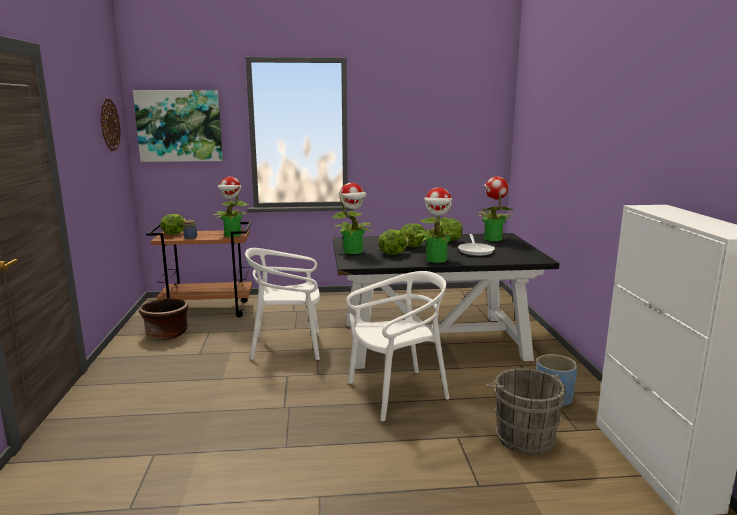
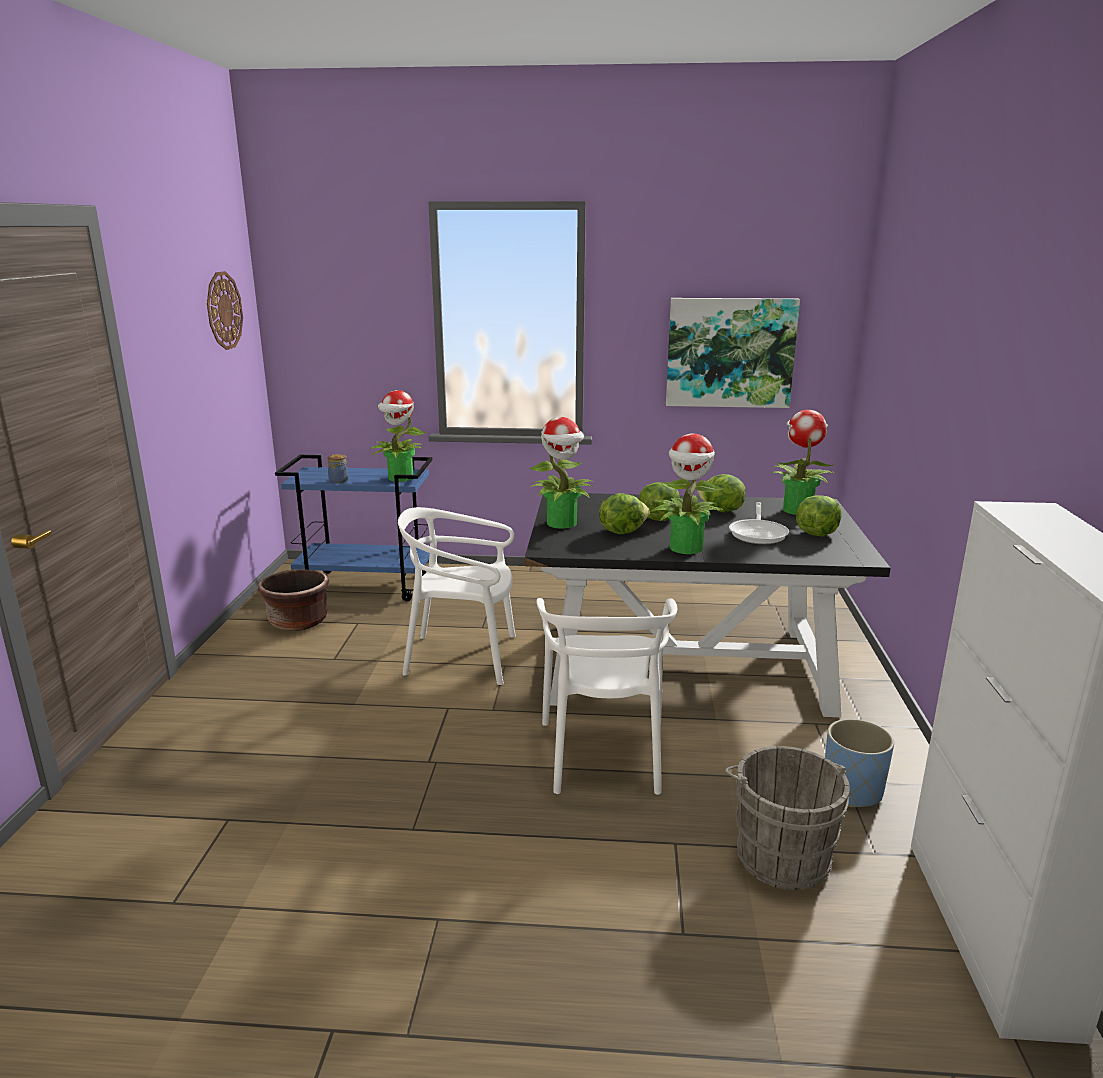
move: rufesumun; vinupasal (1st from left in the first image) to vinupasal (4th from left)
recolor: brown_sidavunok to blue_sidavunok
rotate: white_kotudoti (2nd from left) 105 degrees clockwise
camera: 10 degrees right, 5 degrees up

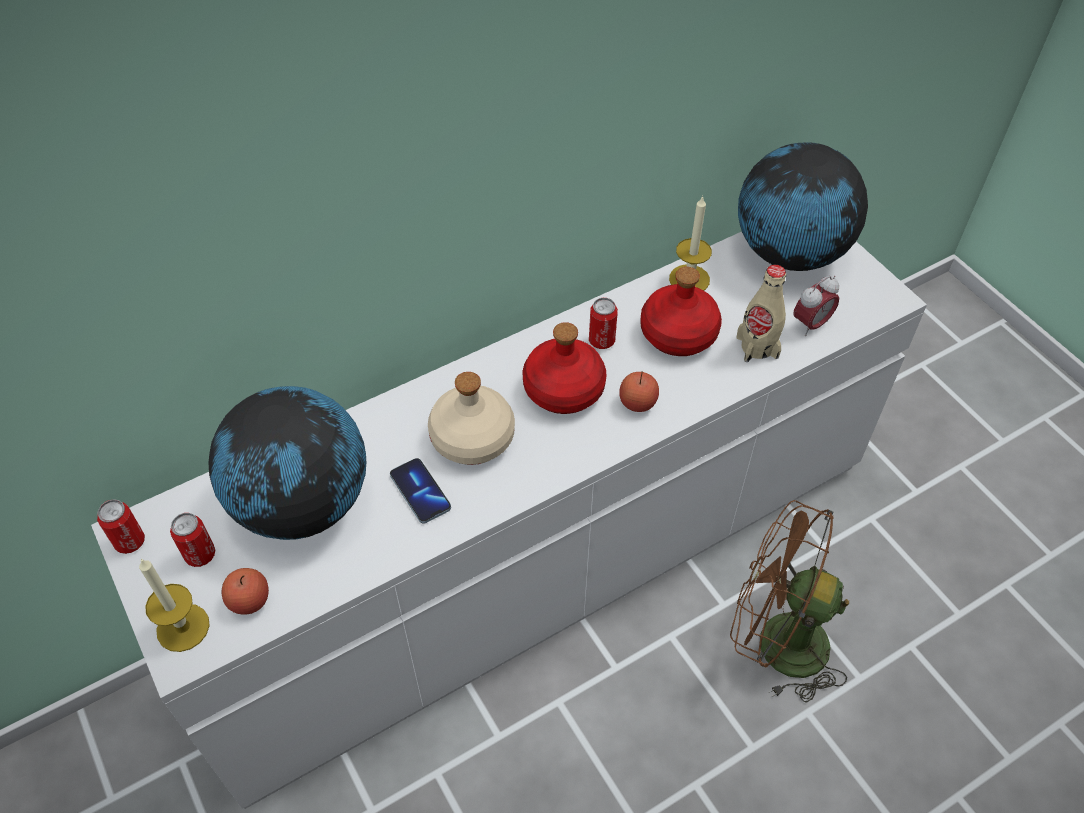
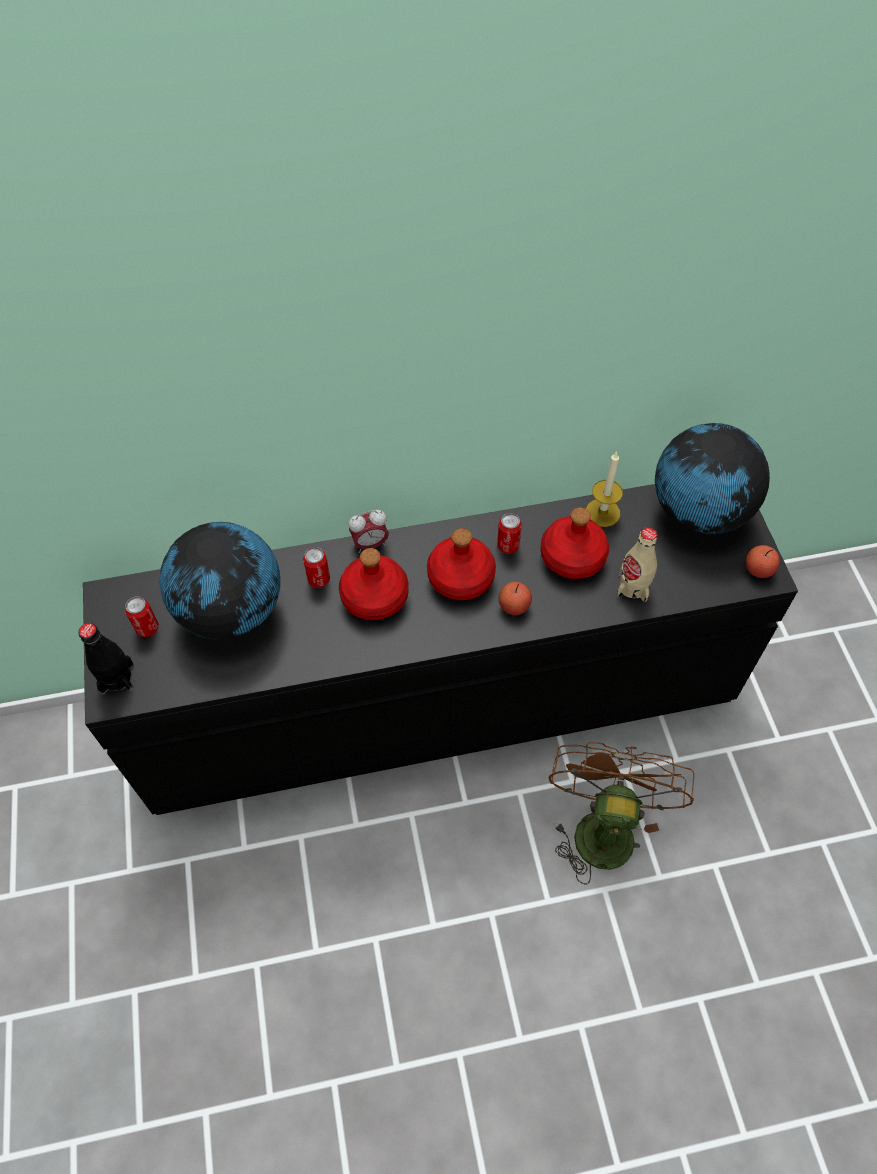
delete: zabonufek
move: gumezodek (1st from left in the first image) to gumezodek (2nd from left); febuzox (1st from left in the first image) to febuzox (2nd from left); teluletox
replace: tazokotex (1st from left) to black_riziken
recolor: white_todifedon to black_todifedon; beige_riziken (1st from left) to red_riziken (1st from left)
rotate: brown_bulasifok 60 degrees clockwise
camera: 20 degrees right, 5 degrees up

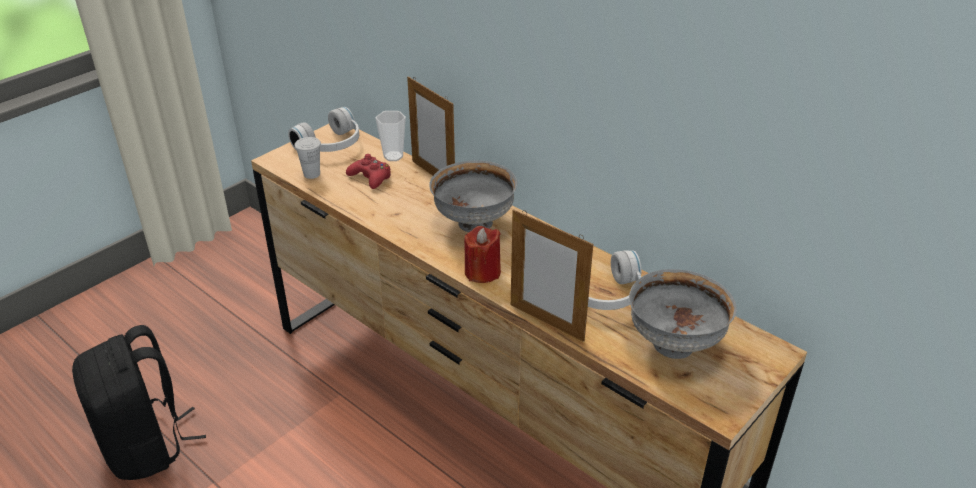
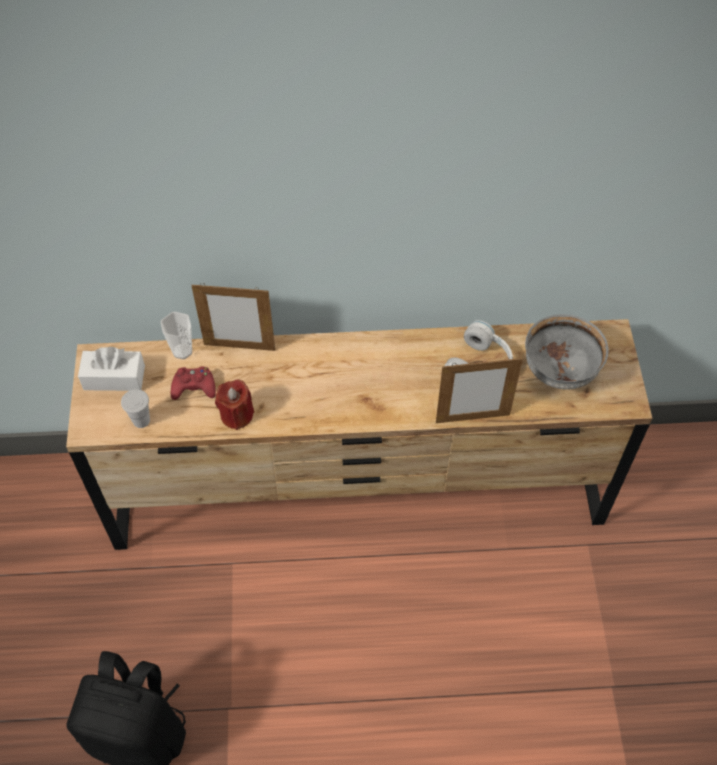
delete: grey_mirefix (1st from left)
move: red_tazokotex
replace: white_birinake (1st from left) to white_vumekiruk
camera: 45 degrees left, 20 degrees up

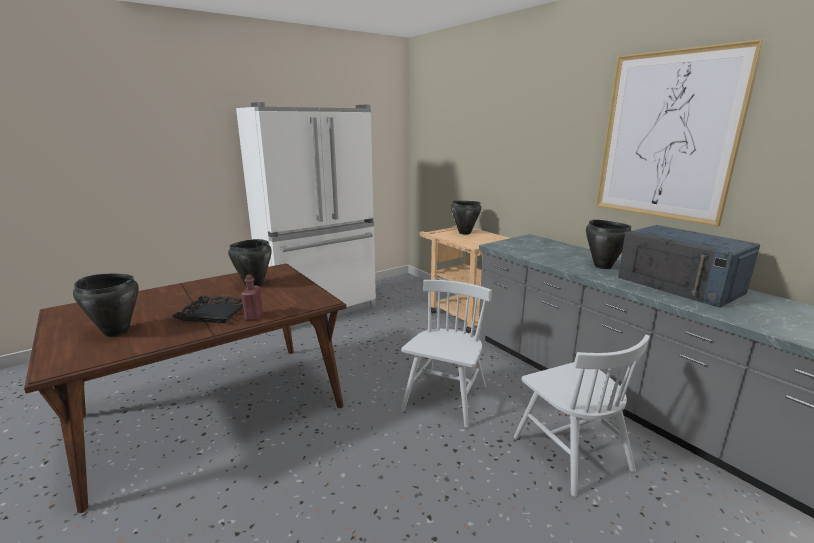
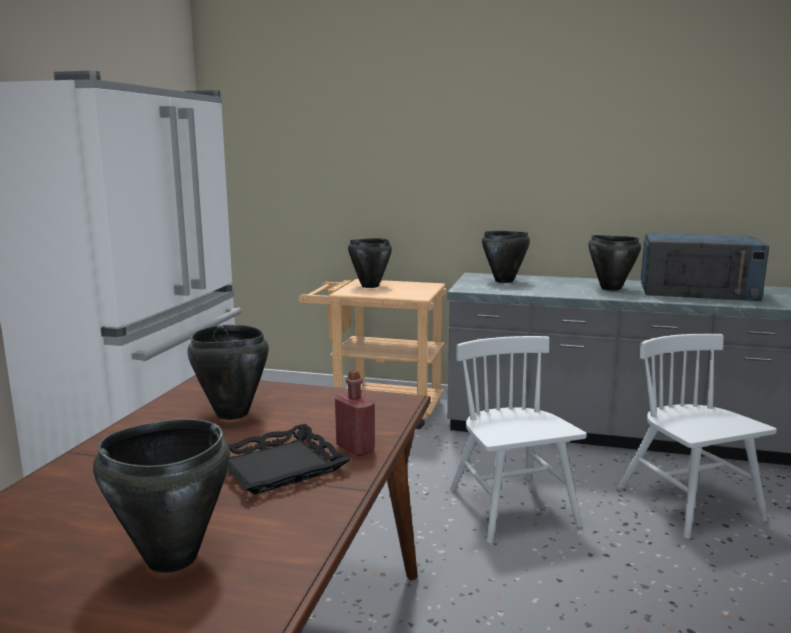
delete: rufesumun
insert: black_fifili (4th from left)
rotate: white_kotudoti (2nd from left) 135 degrees counterclockwise
camera: 40 degrees left, 5 degrees down

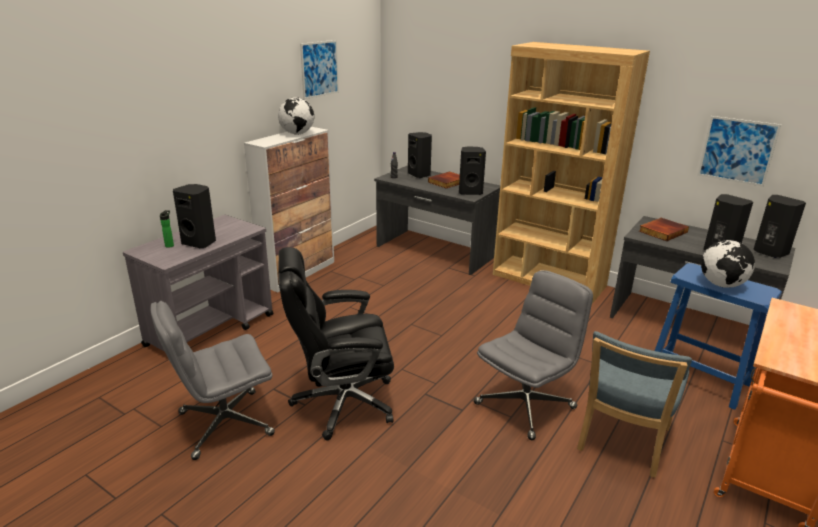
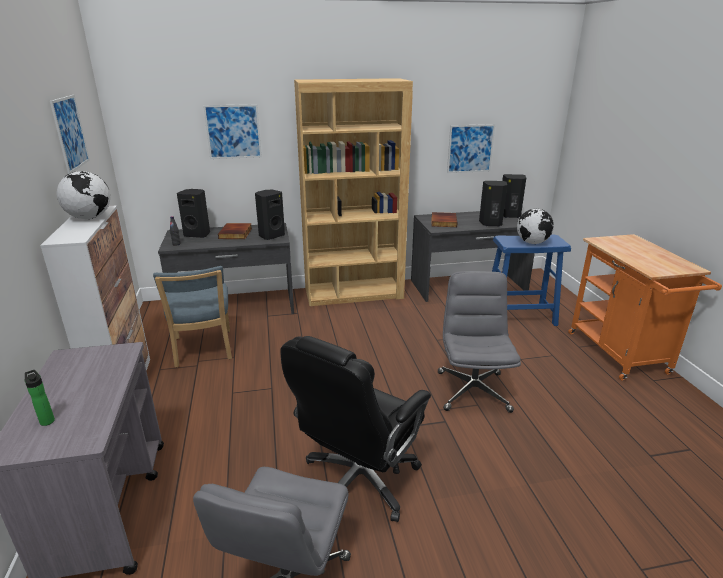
delete: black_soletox (1st from left)
insert: rufesumun (2nd from left)
move: blue_kotudoti
camera: 45 degrees left, 0 degrees up

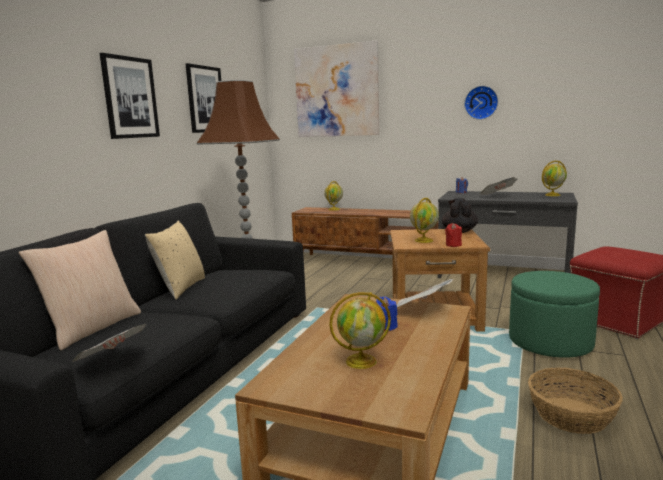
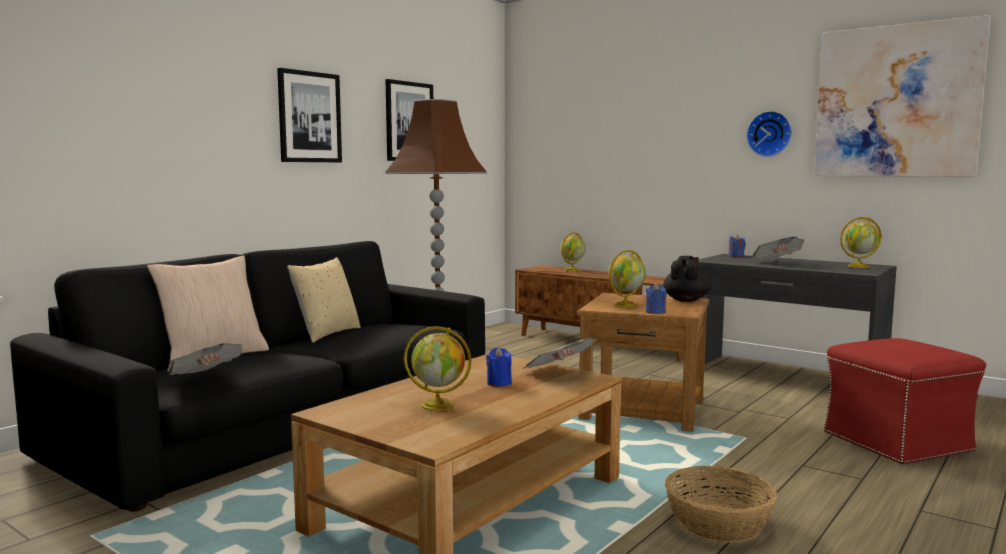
delete: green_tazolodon
move: rufesumun (3rd from left)
recolor: red_tazokotex to blue_tazokotex (2nd from left)
camera: 15 degrees right, 5 degrees down

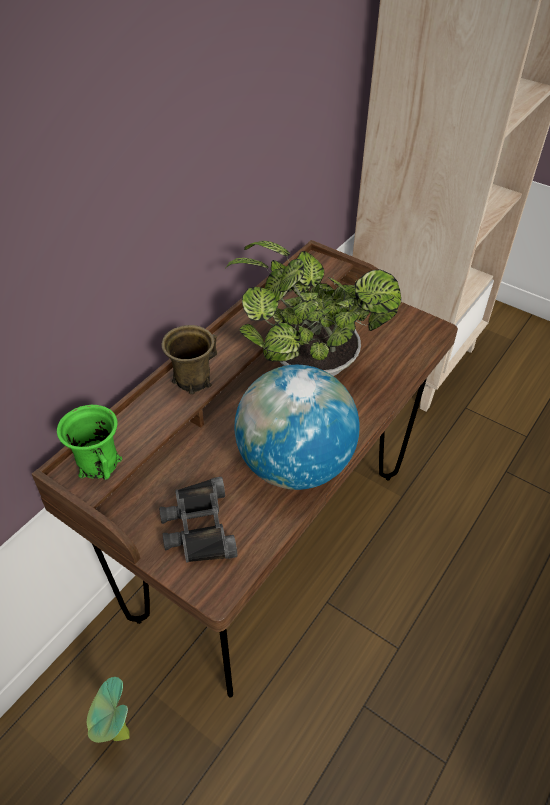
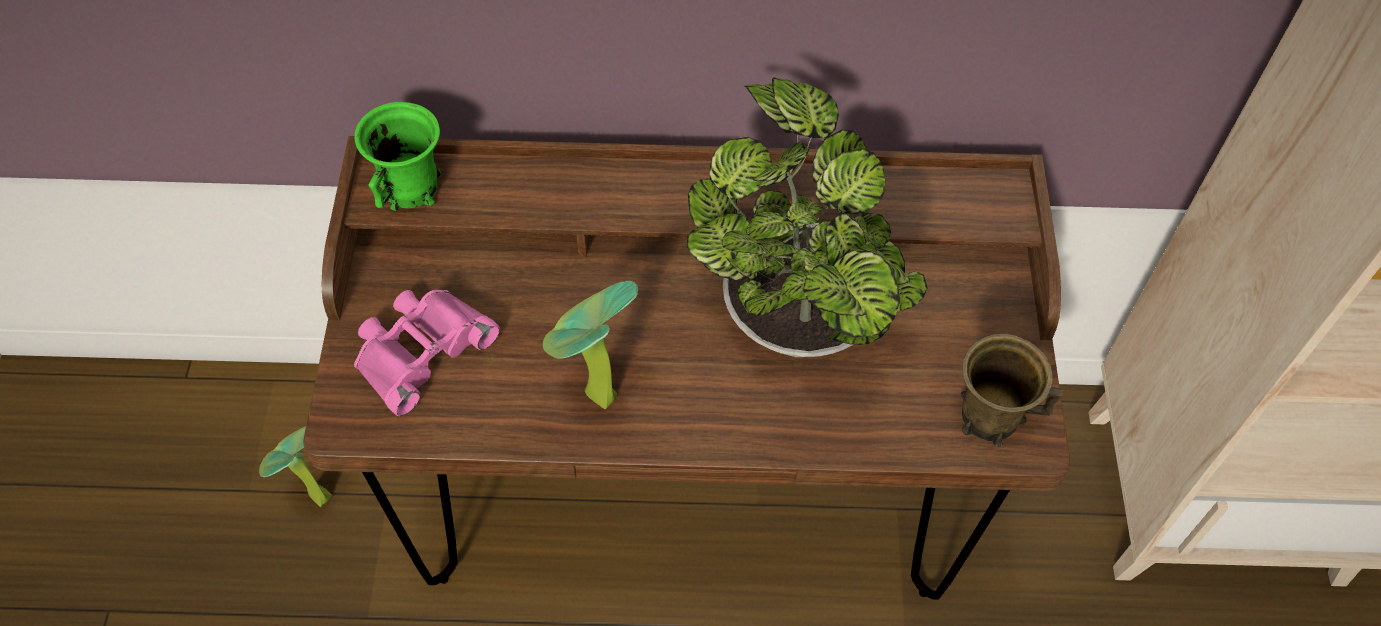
move: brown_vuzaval
replace: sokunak to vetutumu (2nd from left)
recolor: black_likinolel to pink_likinolel
camera: 55 degrees right, 10 degrees up

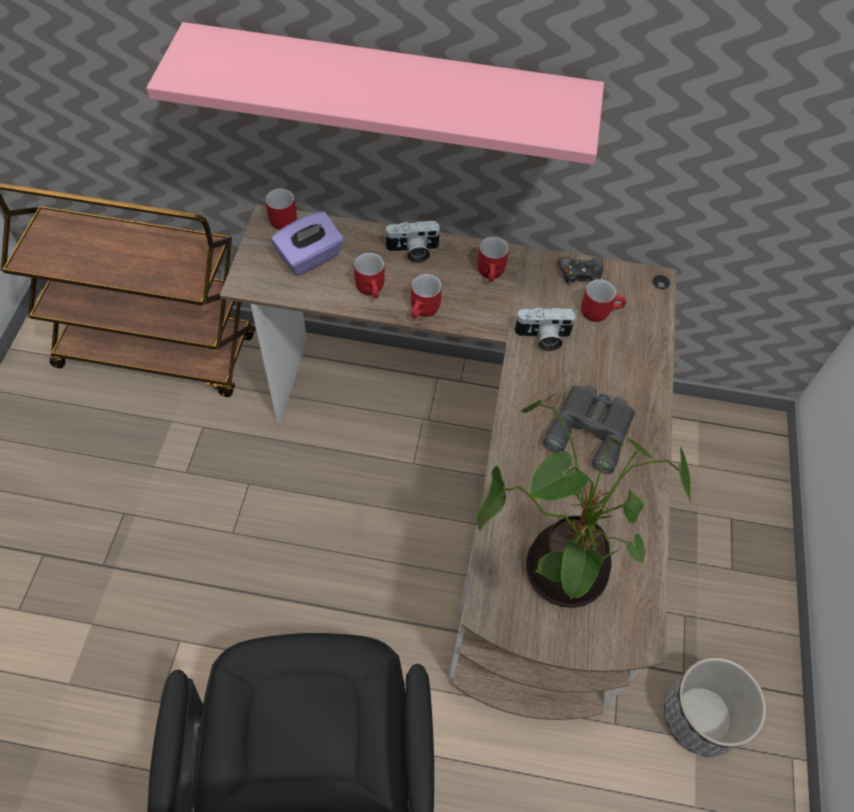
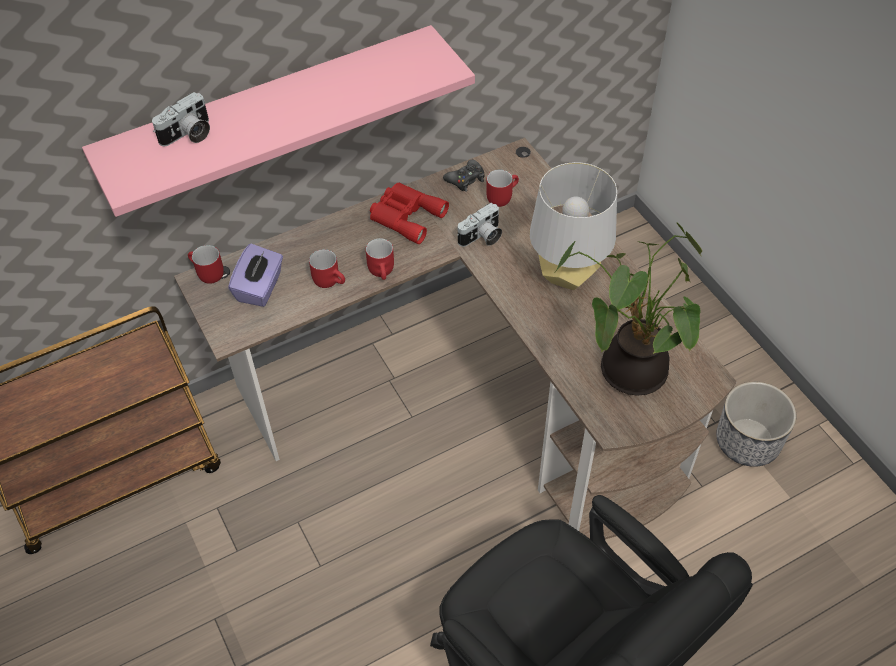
move: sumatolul (1st from left)
replace: red_vuzaval (4th from left) to red_likinolel; grey_likinolel to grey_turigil
camera: 35 degrees left, 5 degrees down

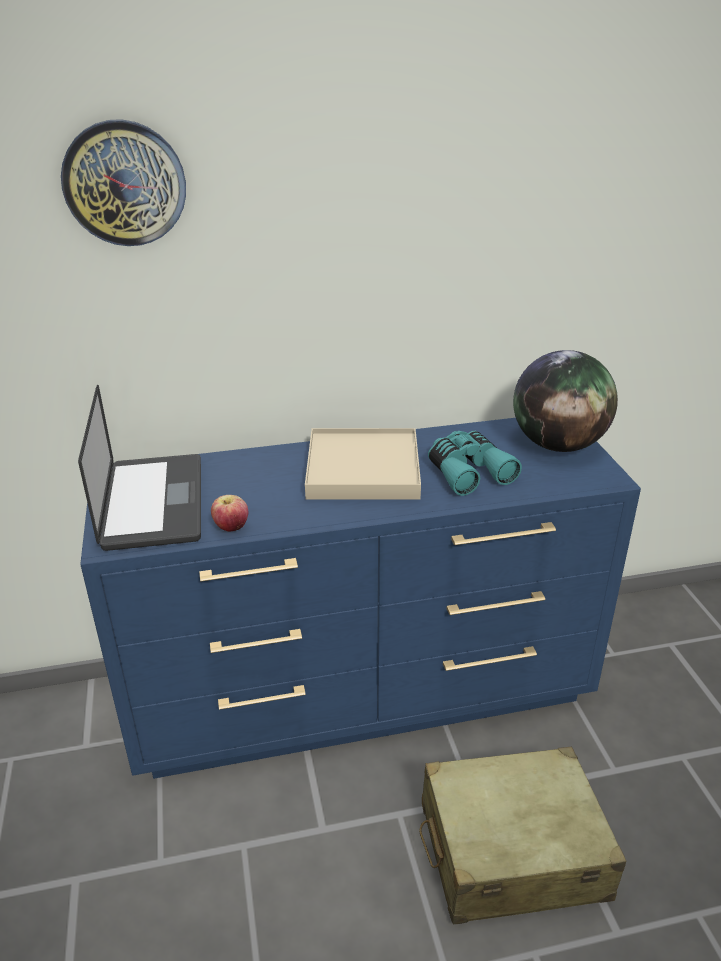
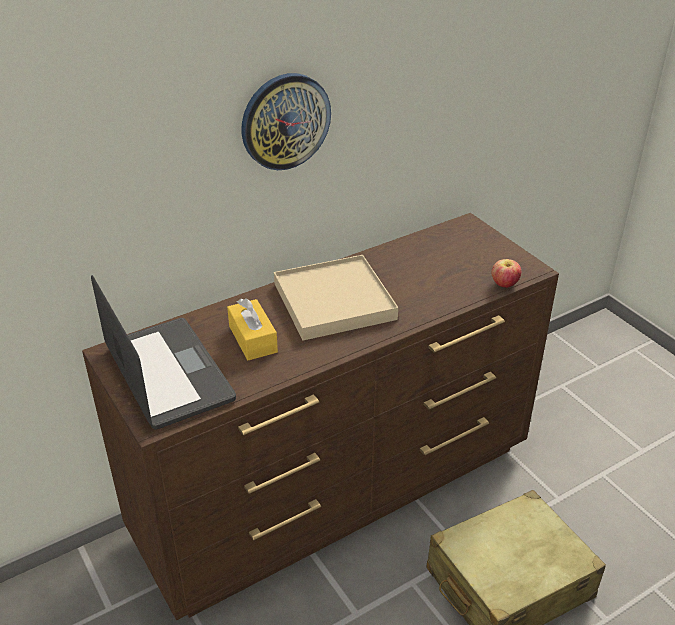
delete: turquoise_likinolel; sokunak
insert: yellow_vumekiruk
move: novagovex; febuzox
recolor: blue_todifedon to brown_todifedon
camera: 20 degrees left, 5 degrees up

